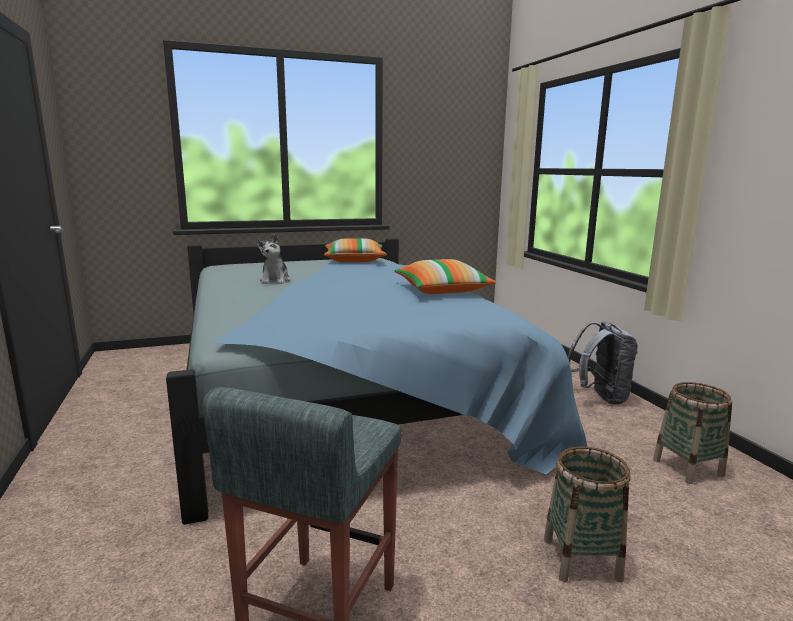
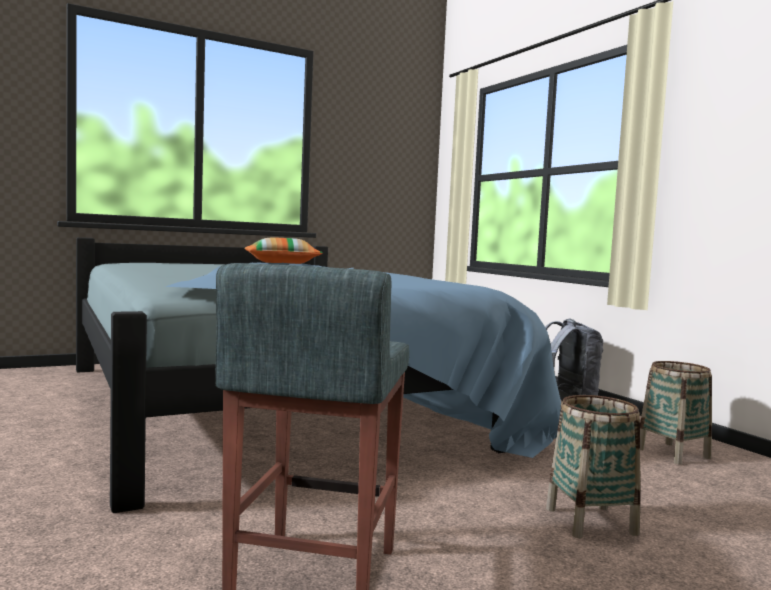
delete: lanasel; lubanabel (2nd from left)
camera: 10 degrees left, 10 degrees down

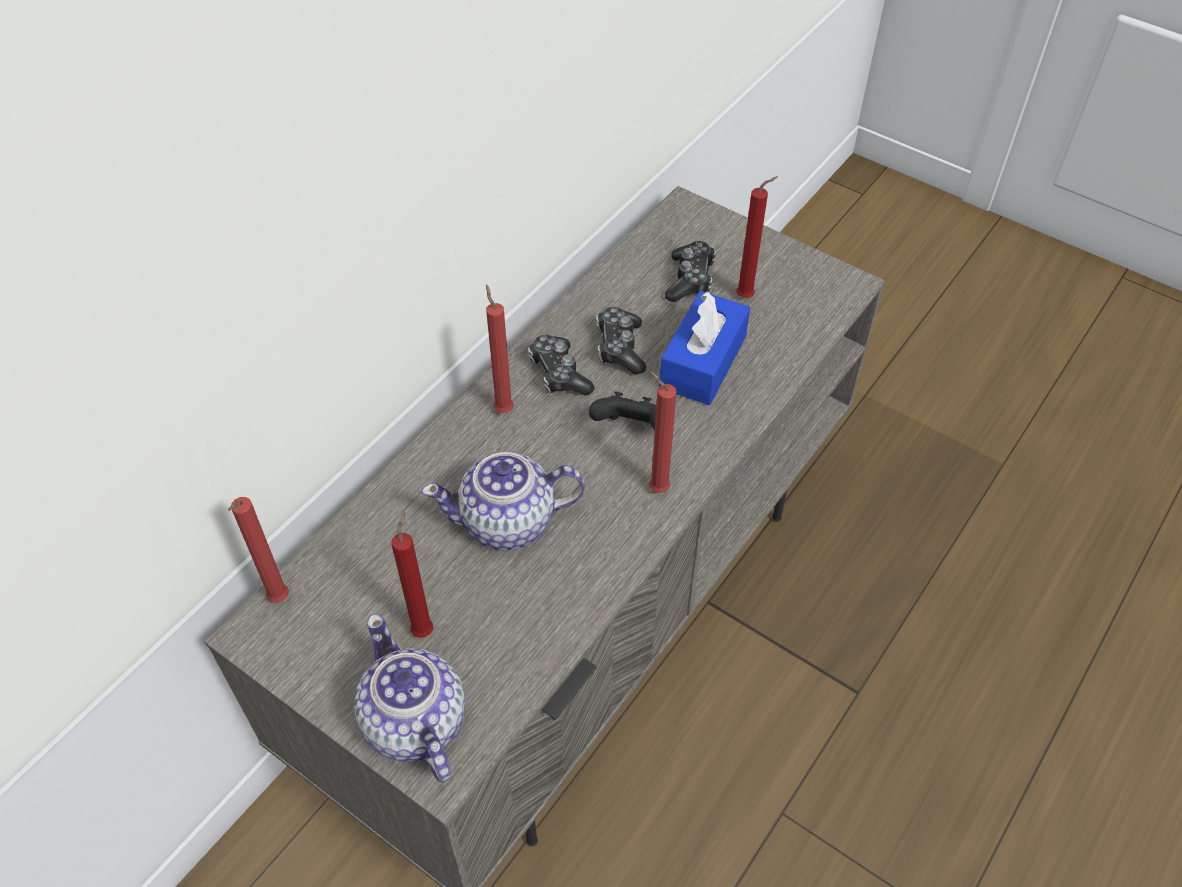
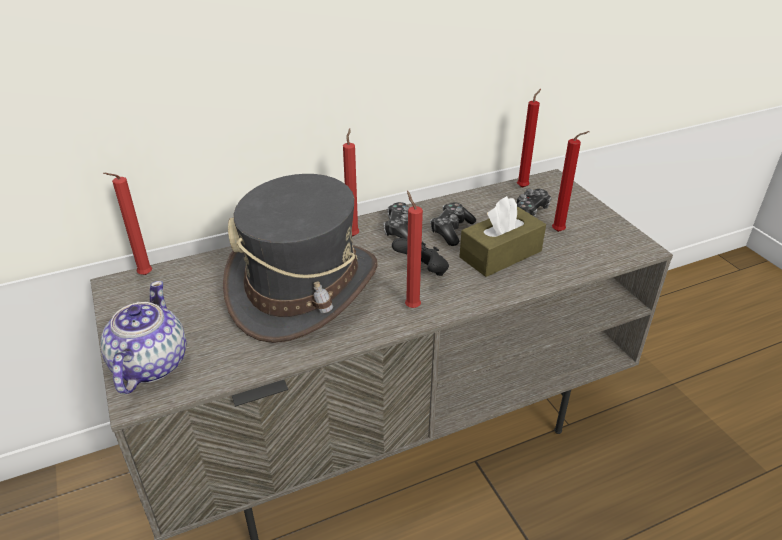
move: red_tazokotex (2nd from left in the first image) to red_tazokotex (4th from left)
replace: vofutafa (2nd from left) to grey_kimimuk
recolor: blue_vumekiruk to brown_vumekiruk
camera: 30 degrees right, 15 degrees down

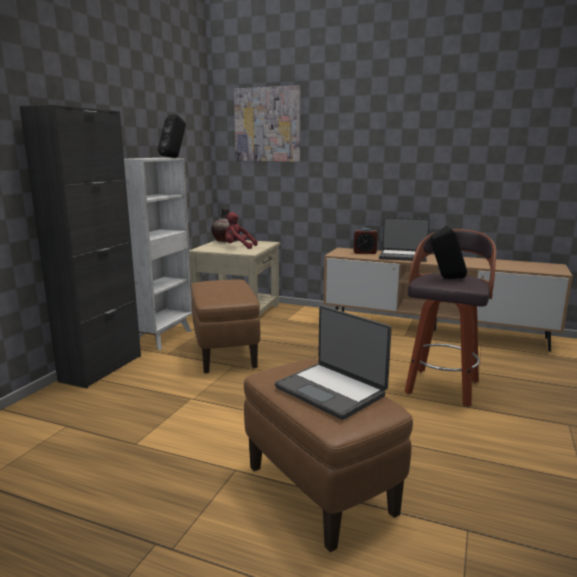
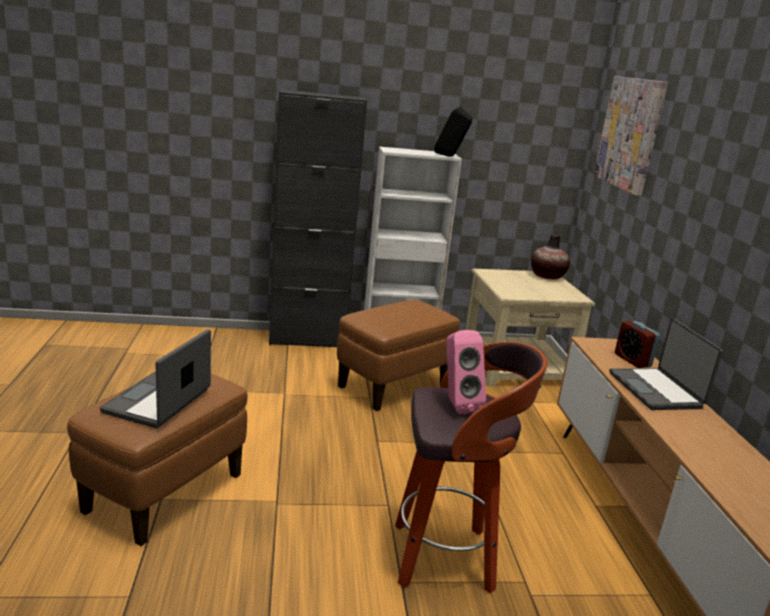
delete: red_lanasel
recolor: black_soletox (2nd from left) to pink_soletox
camera: 60 degrees right, 5 degrees up

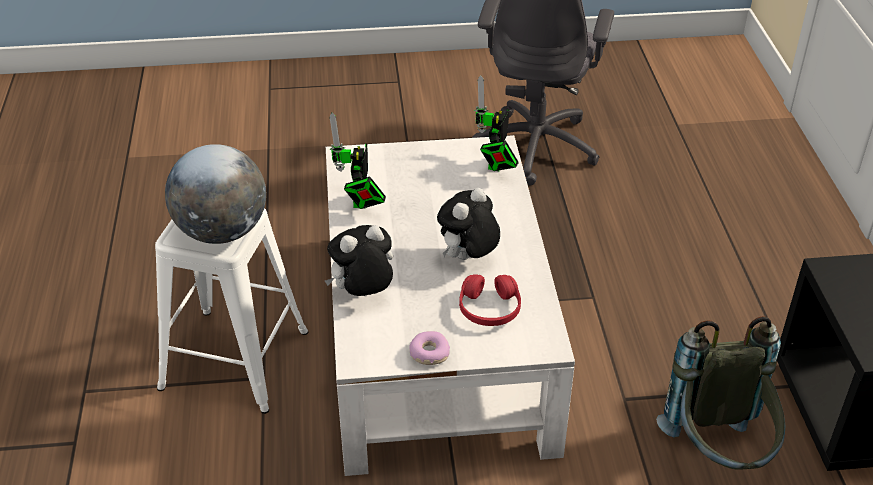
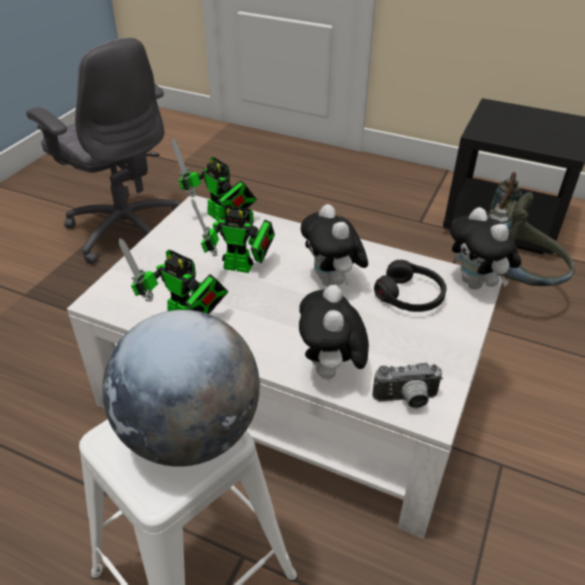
delete: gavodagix
insert: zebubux (3rd from left); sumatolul; lanasel (3rd from left)
recolor: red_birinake to black_birinake
camera: 60 degrees left, 0 degrees up

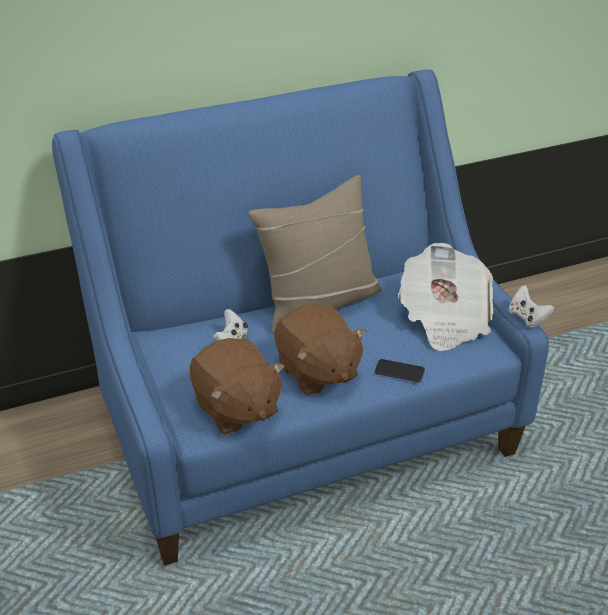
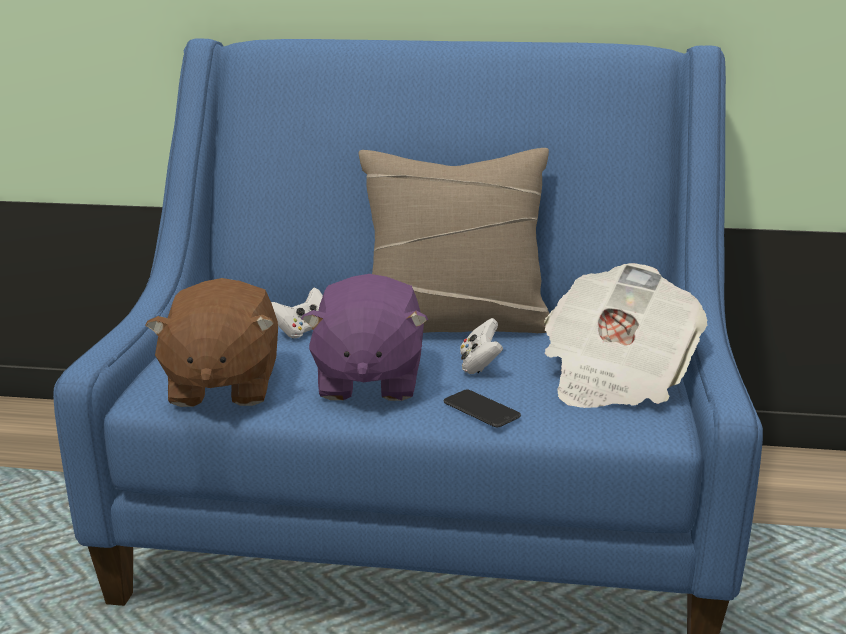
move: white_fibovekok (2nd from left)
recolor: brown_lanasel (2nd from left) to purple_lanasel
camera: 30 degrees right, 15 degrees down

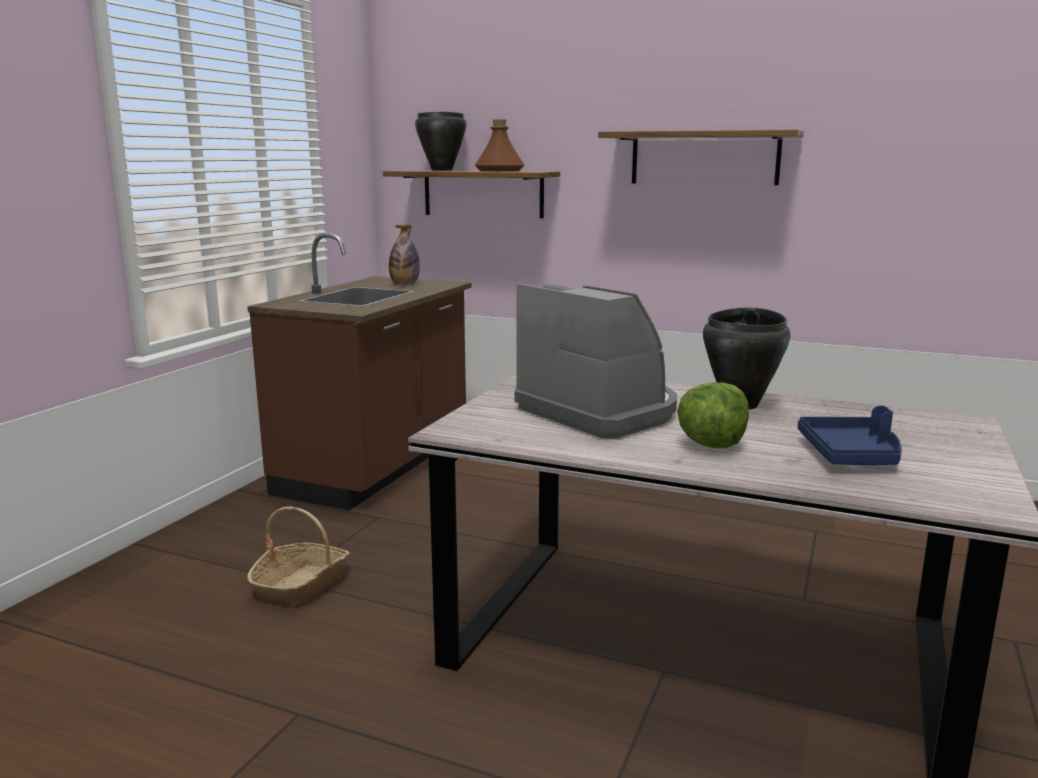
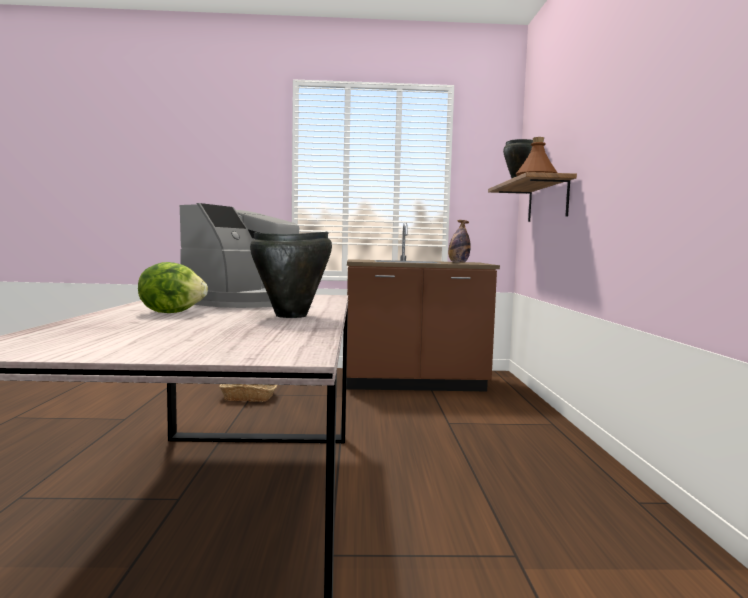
delete: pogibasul (2nd from left); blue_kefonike
camera: 65 degrees right, 10 degrees down

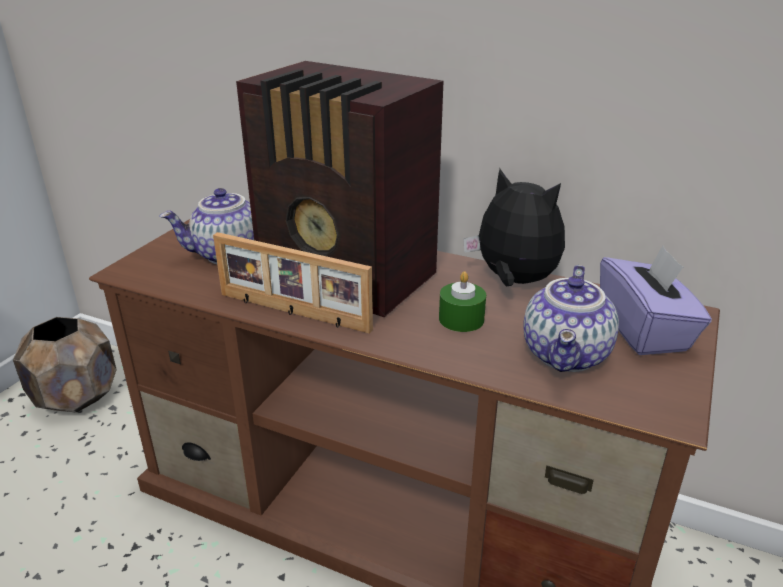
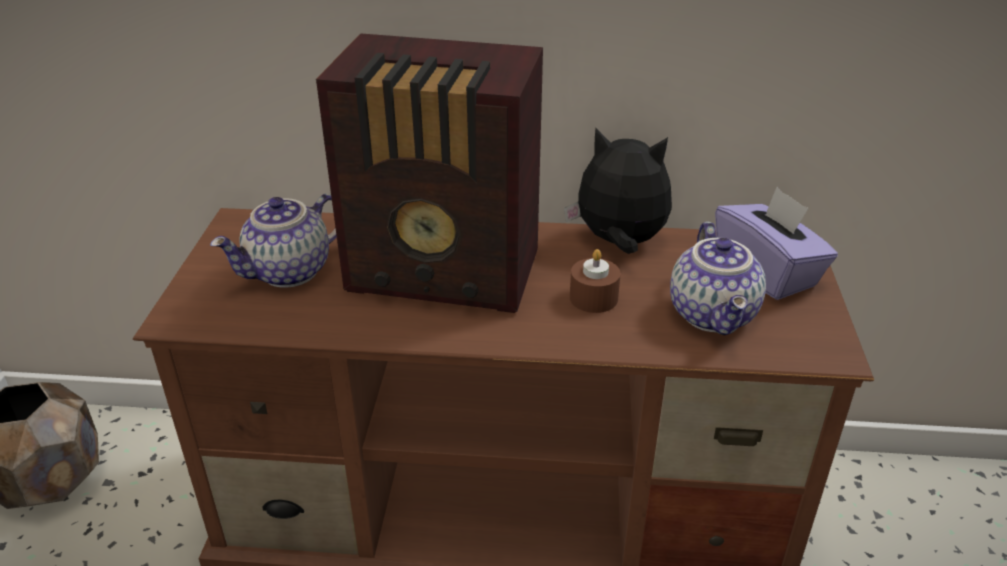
delete: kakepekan
recolor: green_tazokotex to brown_tazokotex
camera: 20 degrees left, 5 degrees up

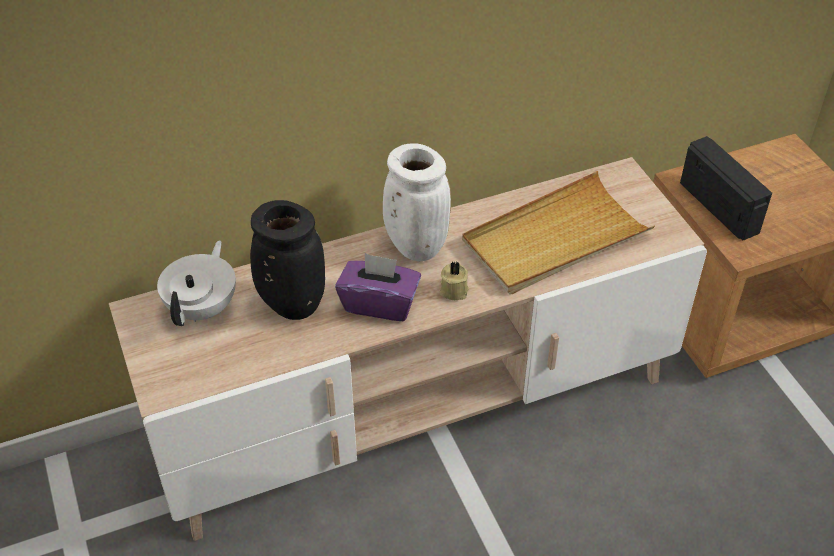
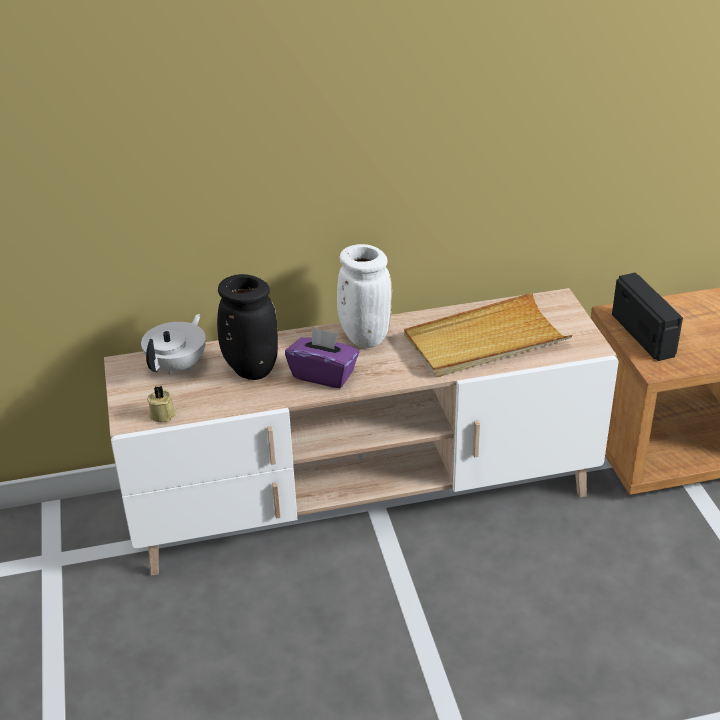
move: beige_tazokotex
camera: 10 degrees right, 10 degrees down

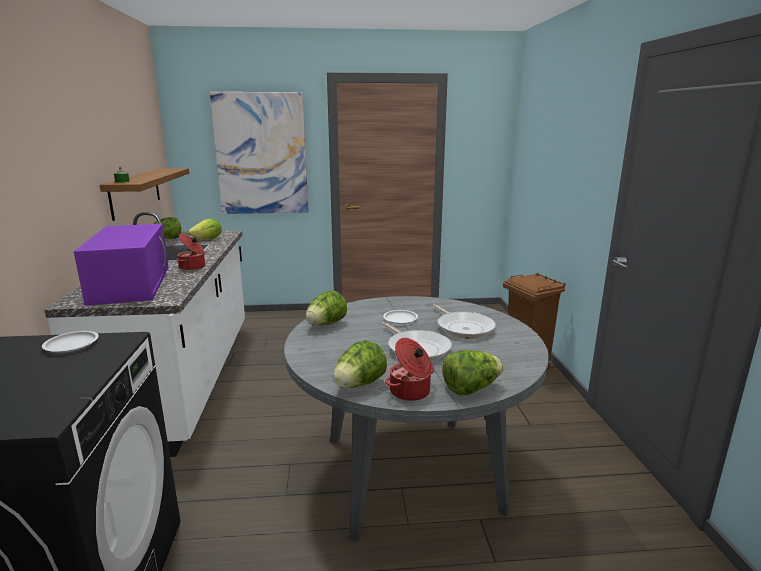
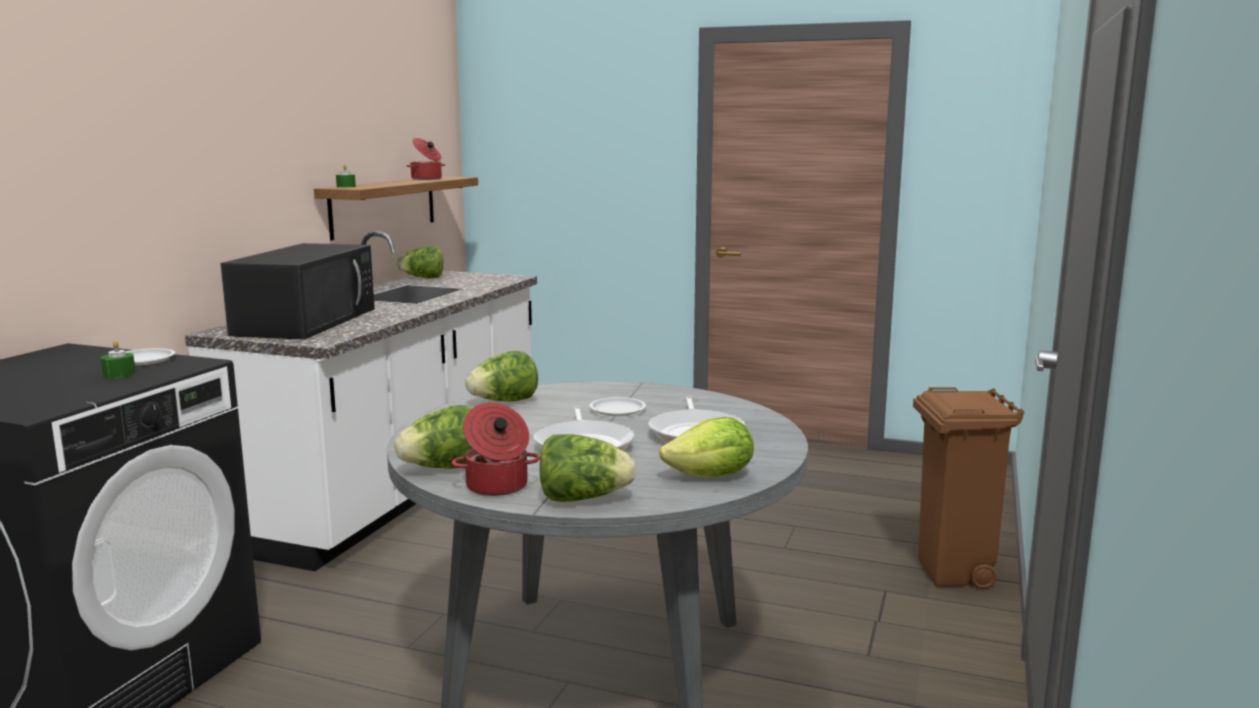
delete: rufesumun
insert: green_tazokotex (1st from left)
move: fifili (1st from left); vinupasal (2nd from left in the first image) to vinupasal (5th from left)
recolor: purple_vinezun to black_vinezun
camera: 25 degrees right, 5 degrees down

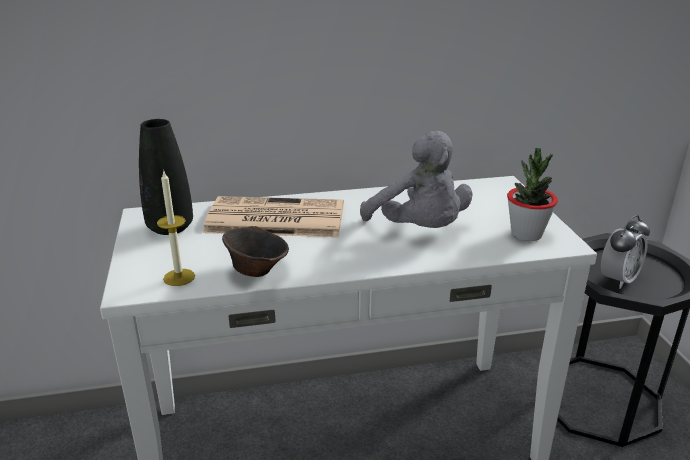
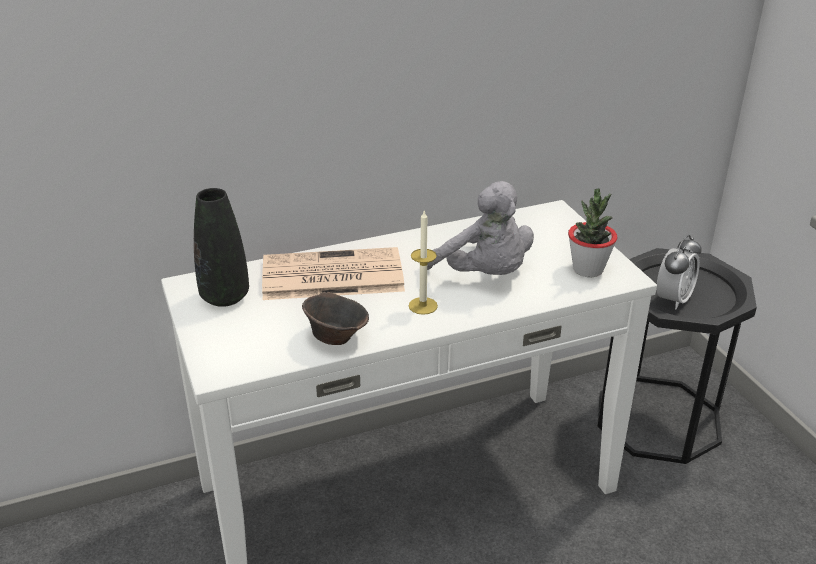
move: tazokotex
camera: 10 degrees left, 5 degrees up

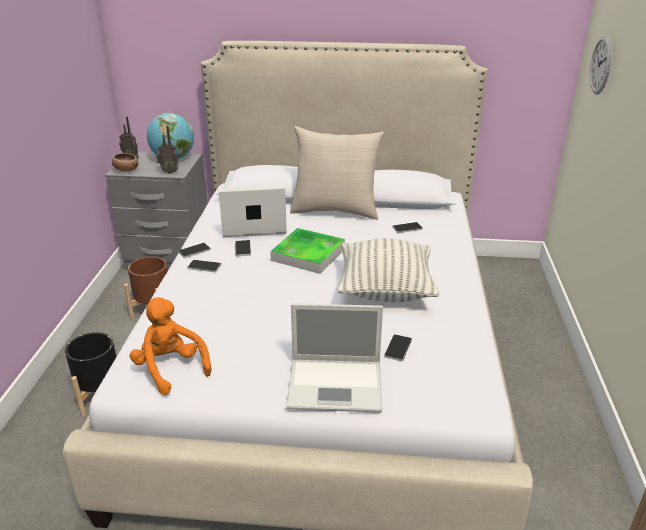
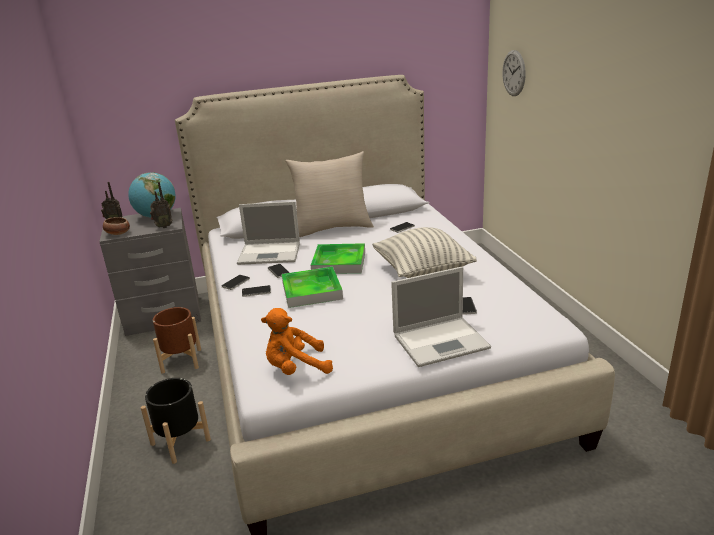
insert: kefonike (1st from left)
rotate: orange_lanasel 45 degrees counterclockwise; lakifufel (1st from left) 150 degrees counterclockwise
camera: 20 degrees left, 5 degrees down

